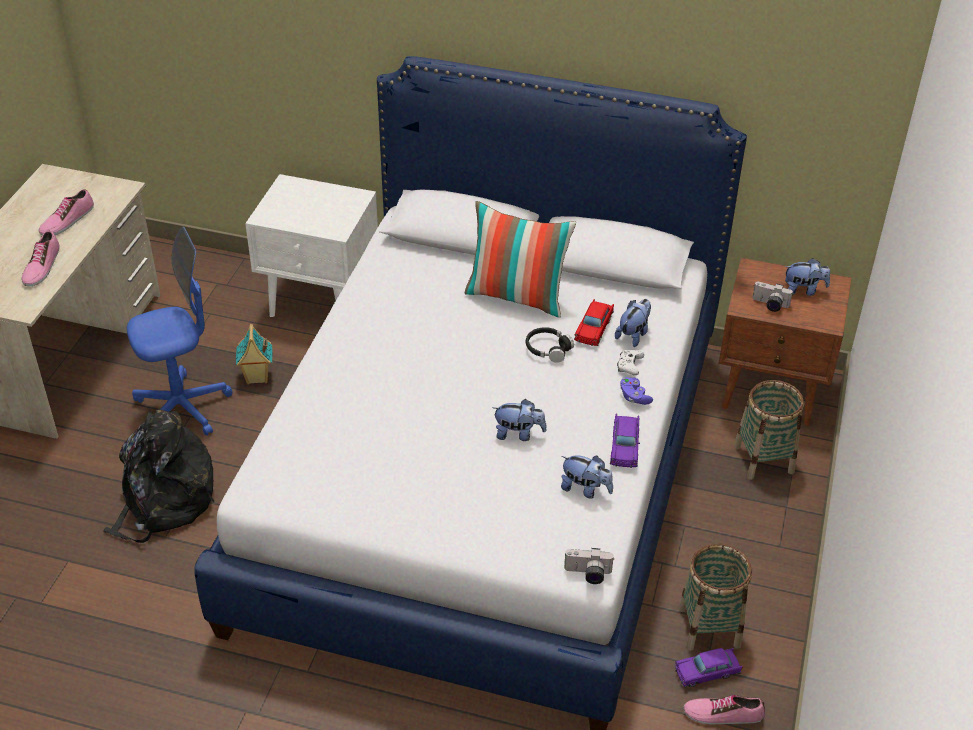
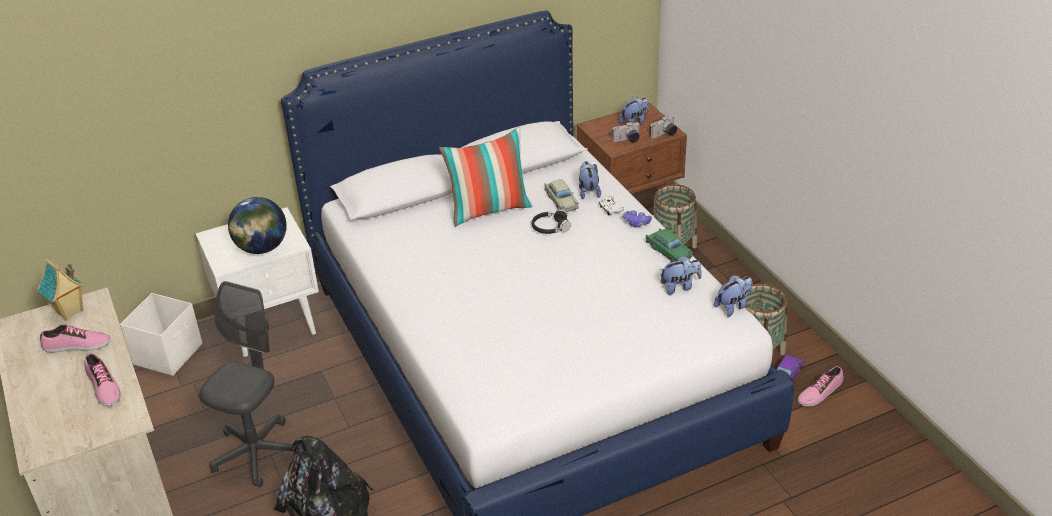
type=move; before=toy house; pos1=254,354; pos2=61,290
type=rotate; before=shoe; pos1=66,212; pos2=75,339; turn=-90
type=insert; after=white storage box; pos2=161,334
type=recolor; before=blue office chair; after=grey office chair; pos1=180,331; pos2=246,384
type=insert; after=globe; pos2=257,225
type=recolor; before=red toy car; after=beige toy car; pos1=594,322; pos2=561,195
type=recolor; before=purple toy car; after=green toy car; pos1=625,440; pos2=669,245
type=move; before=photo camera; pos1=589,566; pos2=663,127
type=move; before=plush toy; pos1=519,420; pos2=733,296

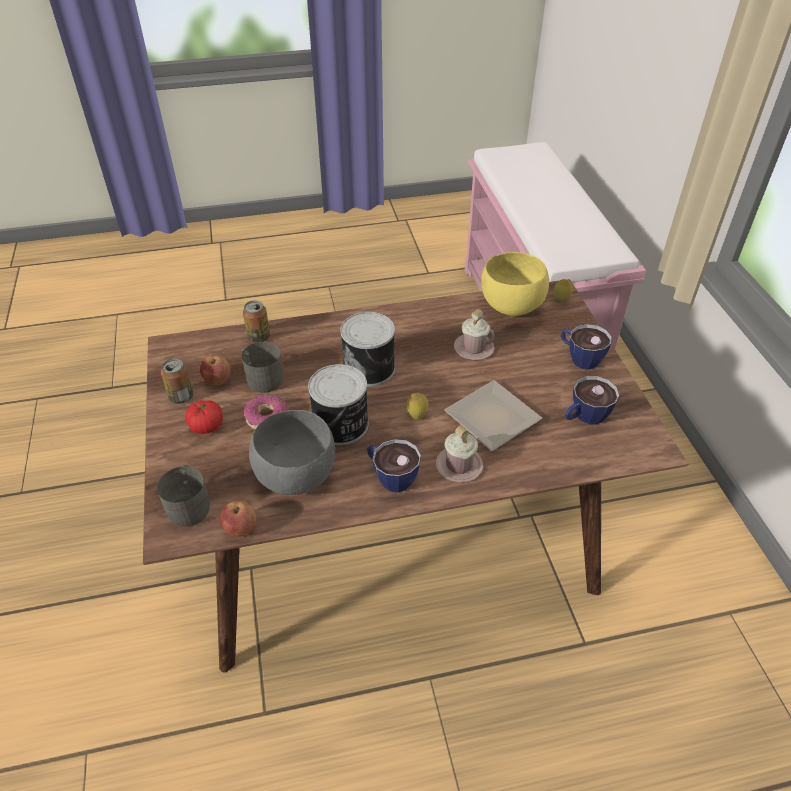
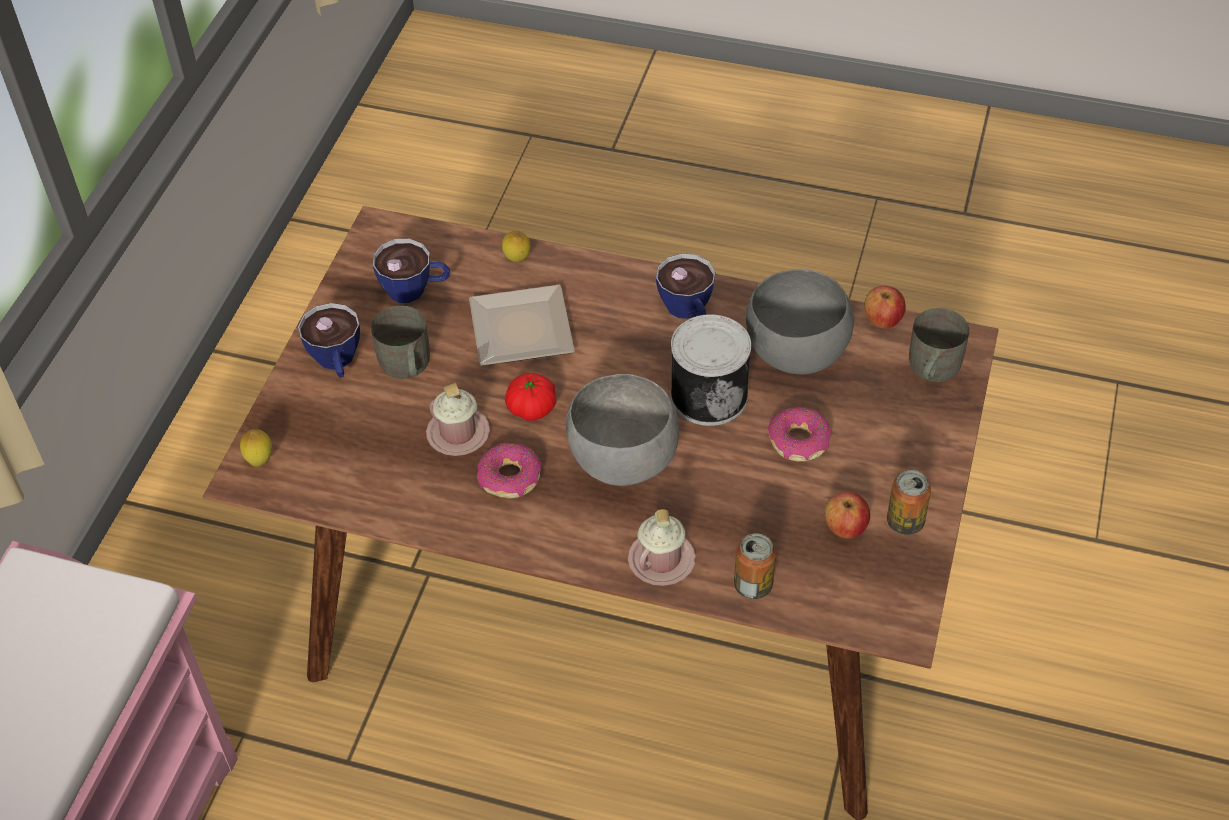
type=move; before=grey mug; pos1=262,367; pos2=400,342
type=insert; after=donut; pos2=509,471
type=move; before=lemon; pos1=417,406; pos2=516,246
type=move; before=tomato; pos1=204,417; pos2=530,397
type=replace; before=can; after=grey bowl; pos1=367,349; pos2=622,430
type=move; before=pink mug; pos1=459,454; pos2=662,547
type=delete; before=yellow bowl; pos1=515,284

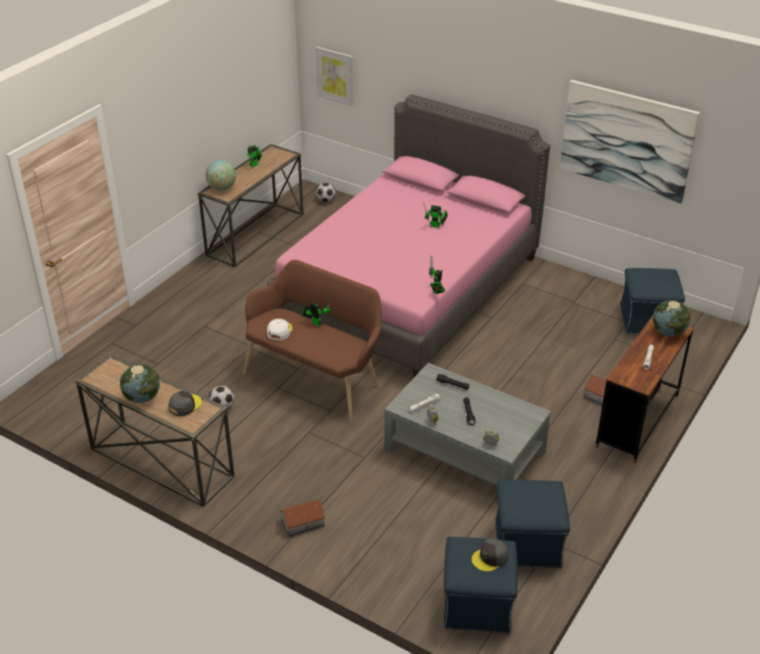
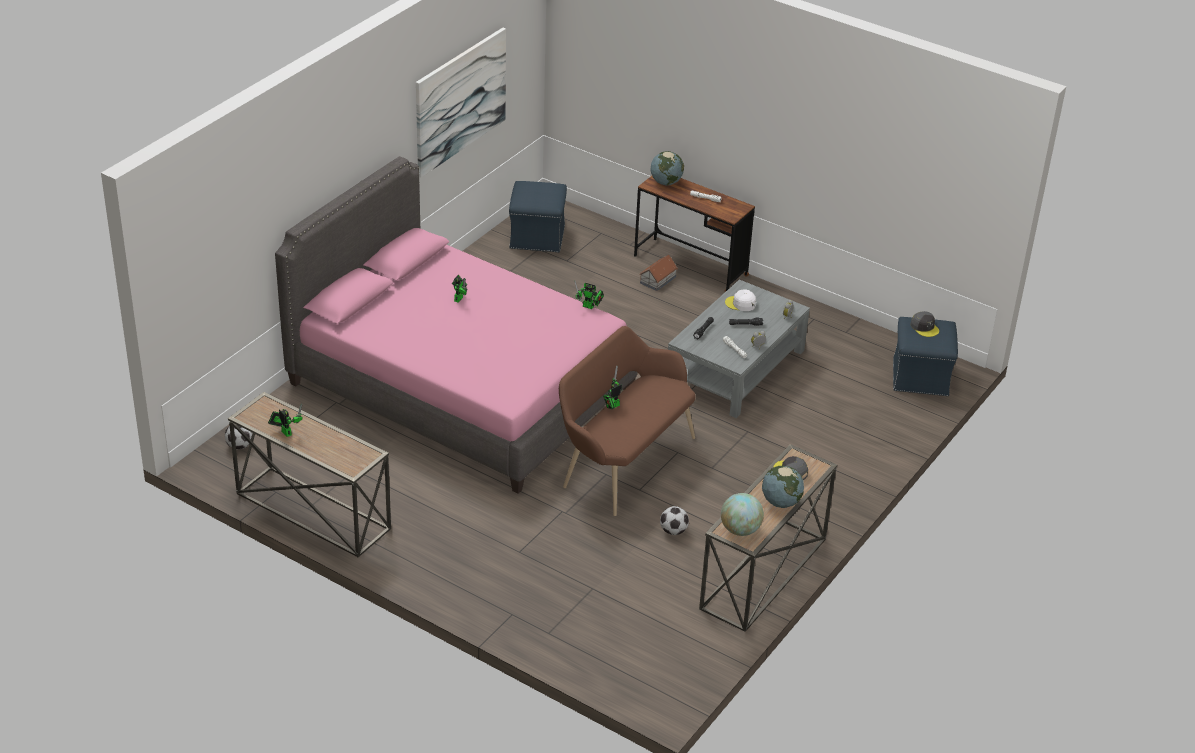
type=move; before=globe; pos1=221,175; pos2=742,514
type=move; before=white cap; pos1=280,329; pos2=740,300
type=delete; before=toy house; pos1=302,518
type=delete; before=picture; pos1=335,76
type=delete; before=blue ottoman; pos1=532,524

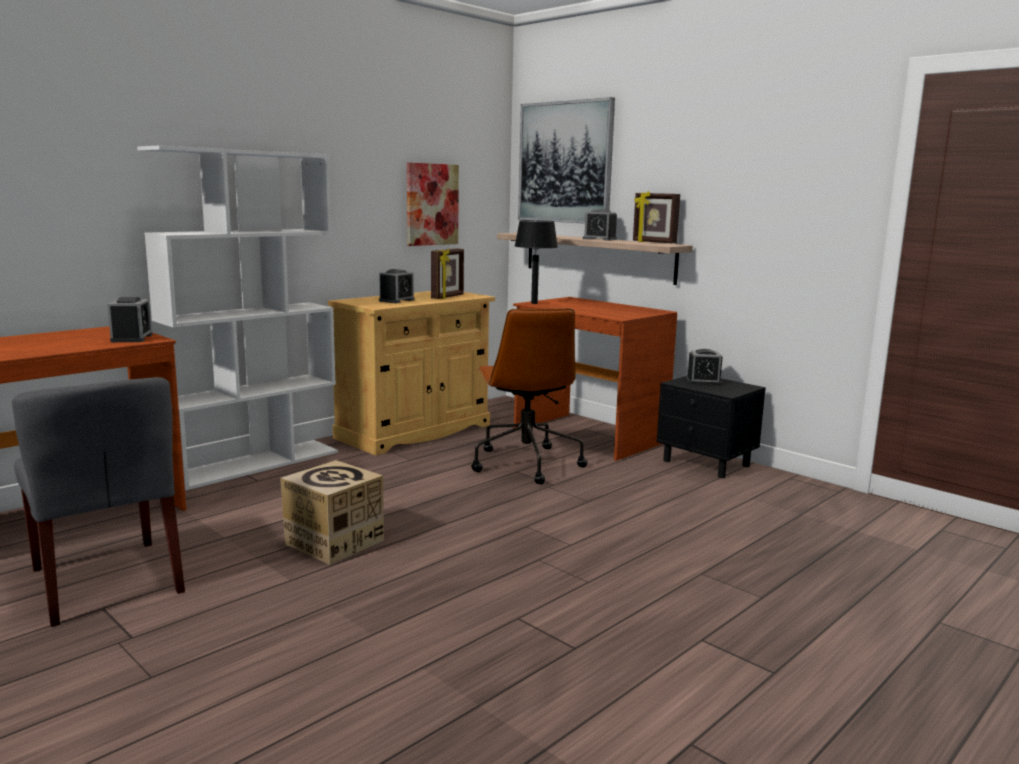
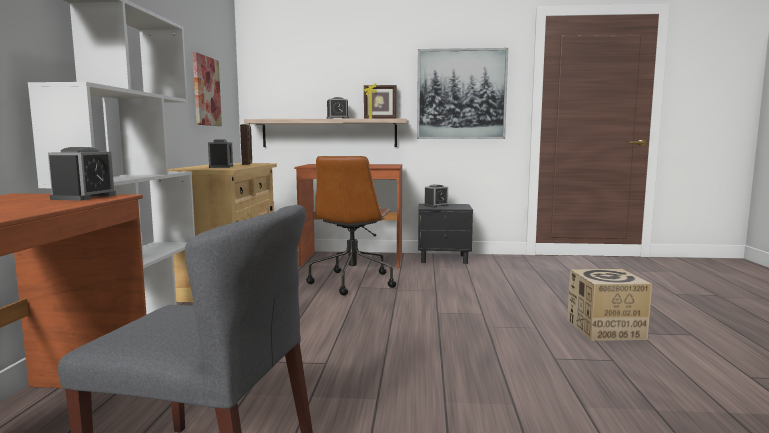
type=rotate; before=alarm clock; pos1=130,319; pos2=82,174; turn=60
type=rotate; before=brown office chair; pos1=529,396; pos2=351,225; turn=60
type=move; before=picture; pos1=566,160; pos2=462,93
type=move; before=cardboard box; pos1=332,512; pos2=609,305
type=delete; before=black table lamp; pos1=536,262

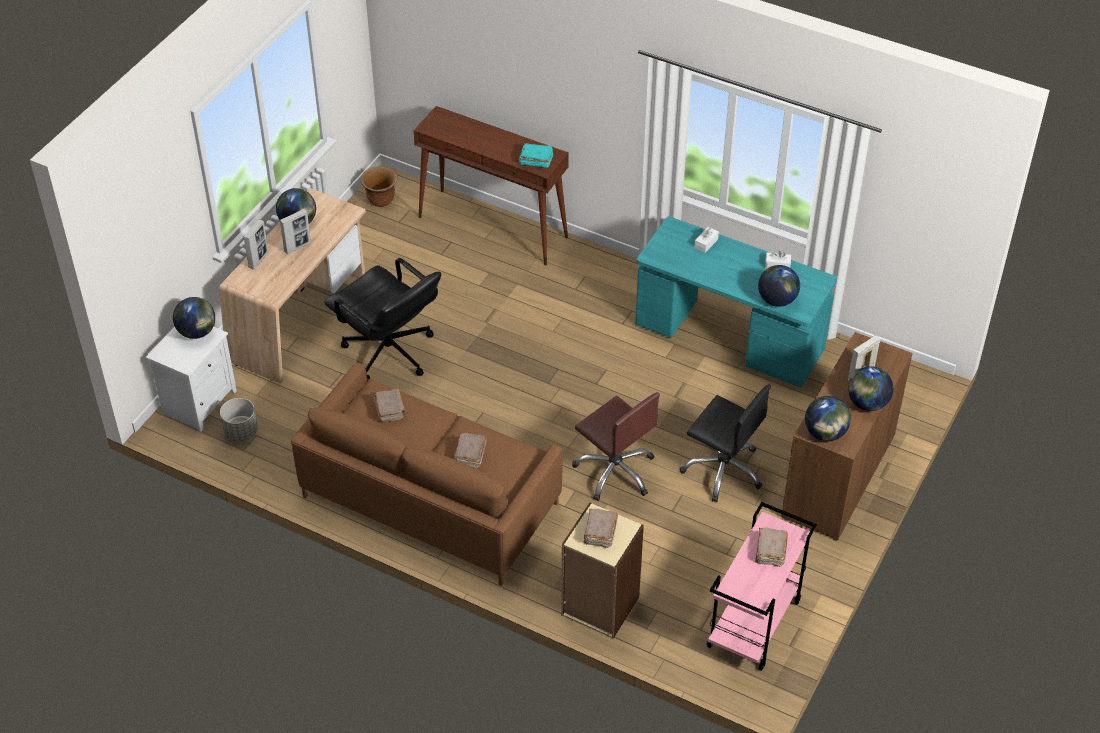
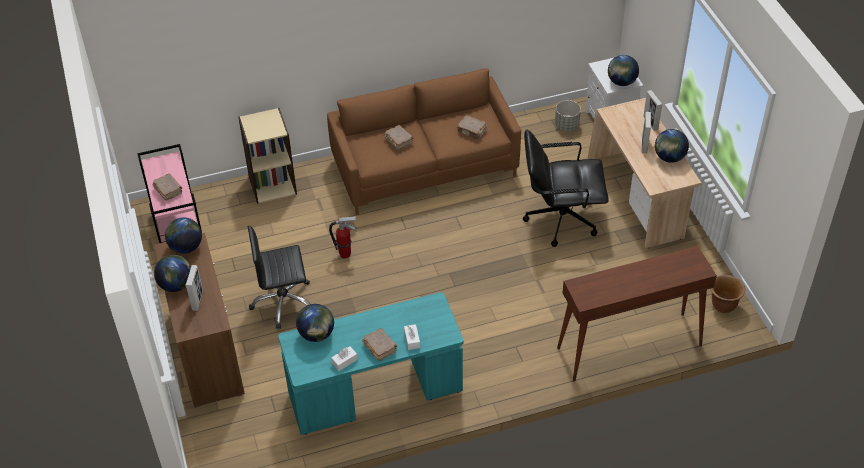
type=replace; before=brown office chair; after=fire extinguisher; pos1=616,446; pos2=343,237
type=move; before=brown book; pos1=601,528; pos2=379,344
type=delete; before=turquoise book; pos1=536,155

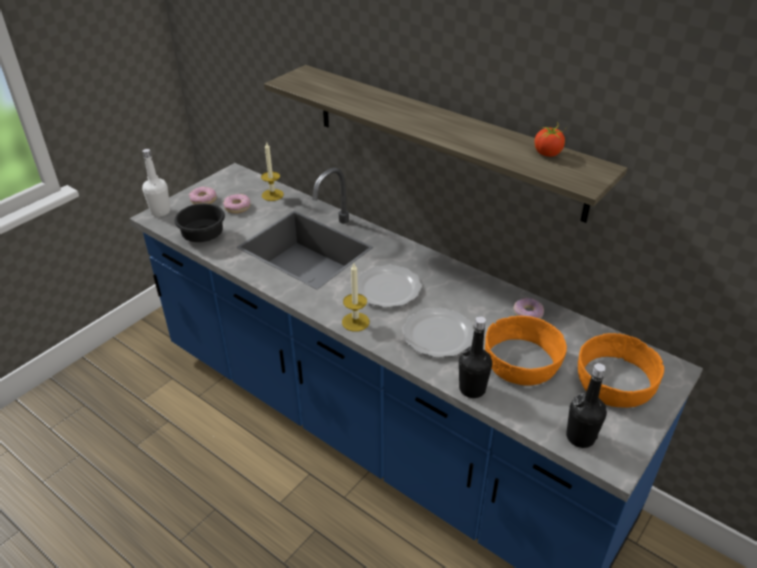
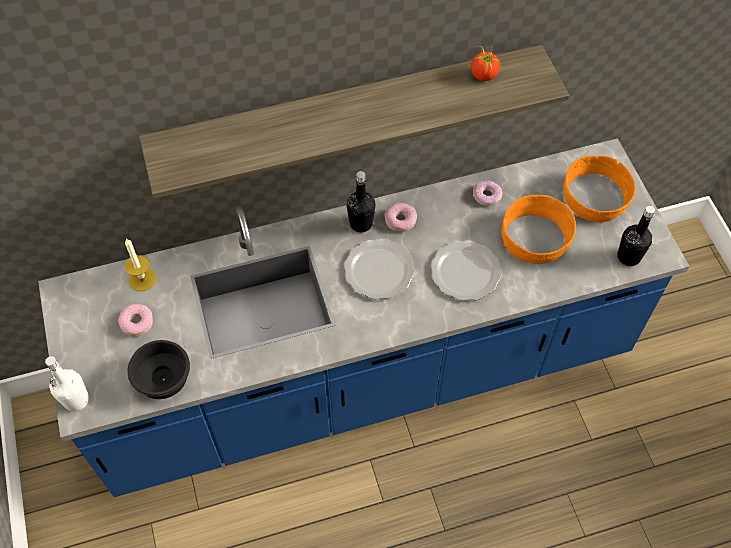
type=move; before=black bottle; pos1=475,357; pos2=361,202
type=move; before=donut; pos1=203,195; pos2=401,217
type=delete; before=candle; pos1=356,297

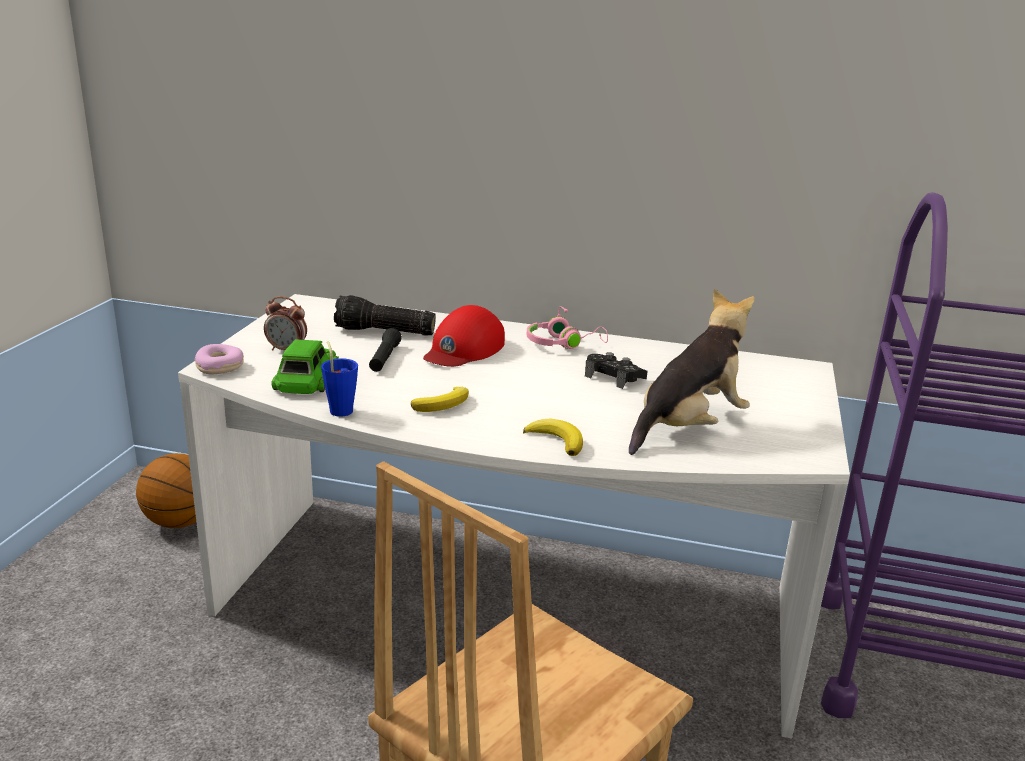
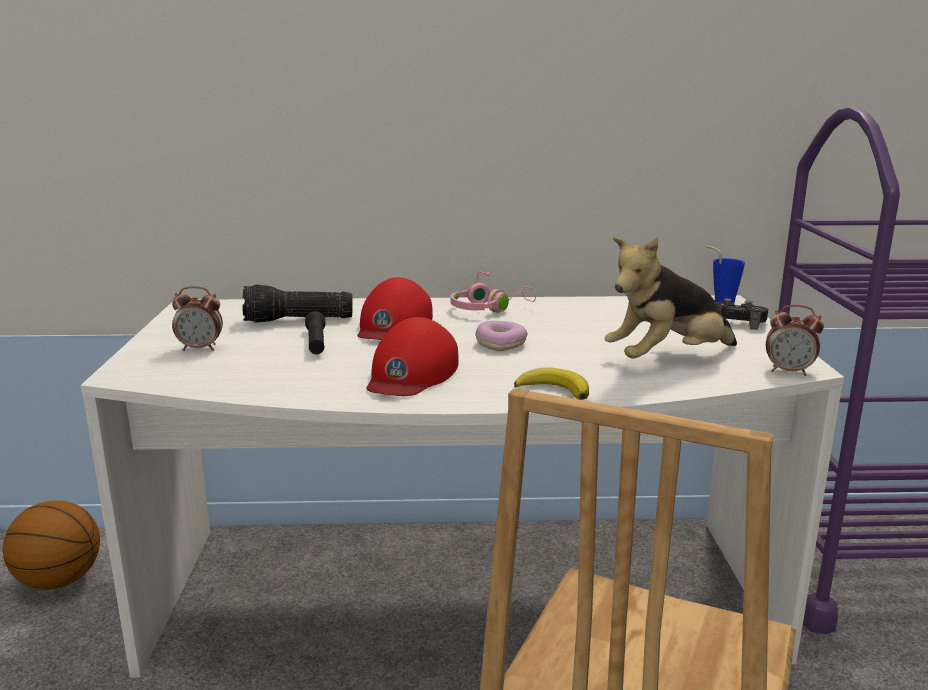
type=replace; before=banana; after=red cap; pos1=440,399; pos2=412,356
type=move; before=donut; pos1=219,359; pos2=501,336
type=rotate; before=plush toy; pos1=692,372; pos2=670,297; turn=-150
type=move; before=blue cup; pos1=339,379; pos2=725,274
type=move; before=black game controller; pos1=616,370; pos2=742,314
type=insert; after=alarm clock; pos2=795,340
type=delete; before=green toy car; pos1=305,366

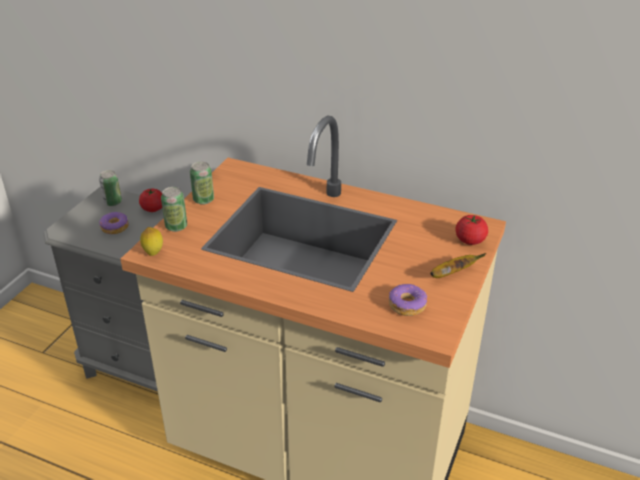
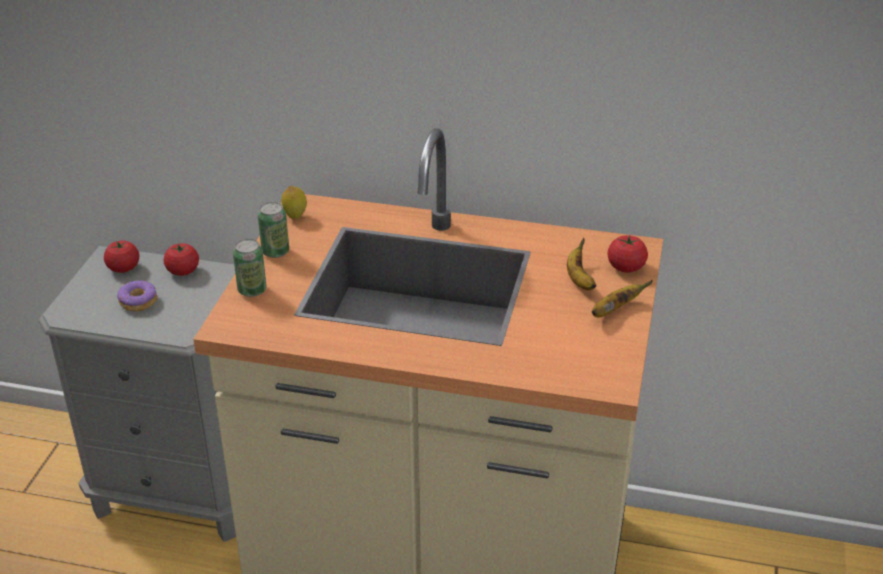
type=replace; before=can; after=tomato; pos1=110,188; pos2=122,257
type=move; before=lemon; pos1=151,241; pos2=294,202
type=insert; after=banana; pos2=581,264
type=delete; before=donut; pos1=408,300

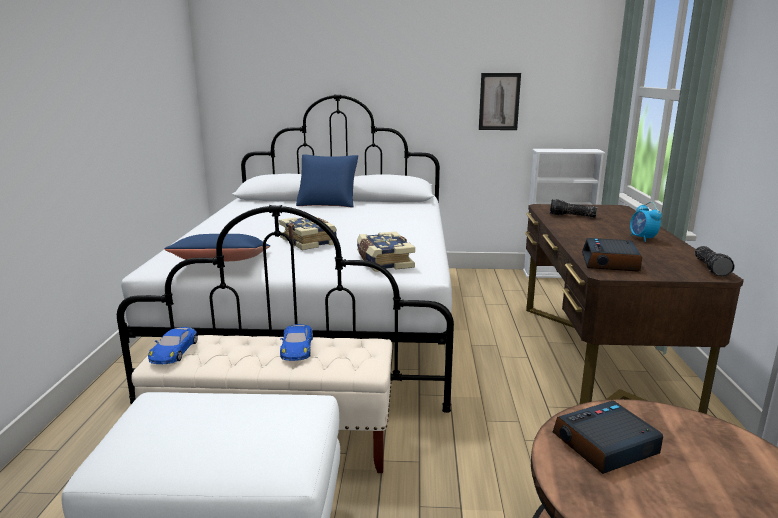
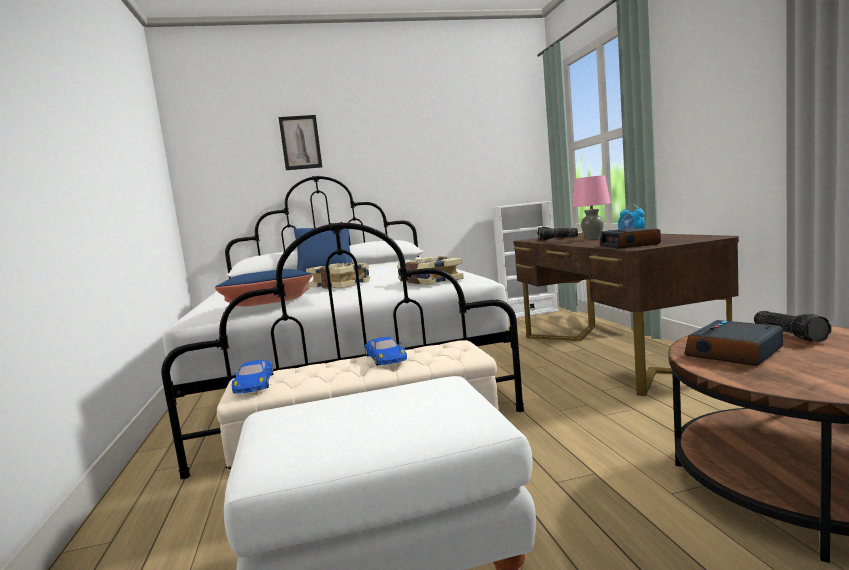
type=move; before=picture; pos1=500,101; pos2=300,142
type=insert; after=pink table lamp; pos2=591,207
type=move; before=flashlight; pos1=715,261; pos2=793,326

